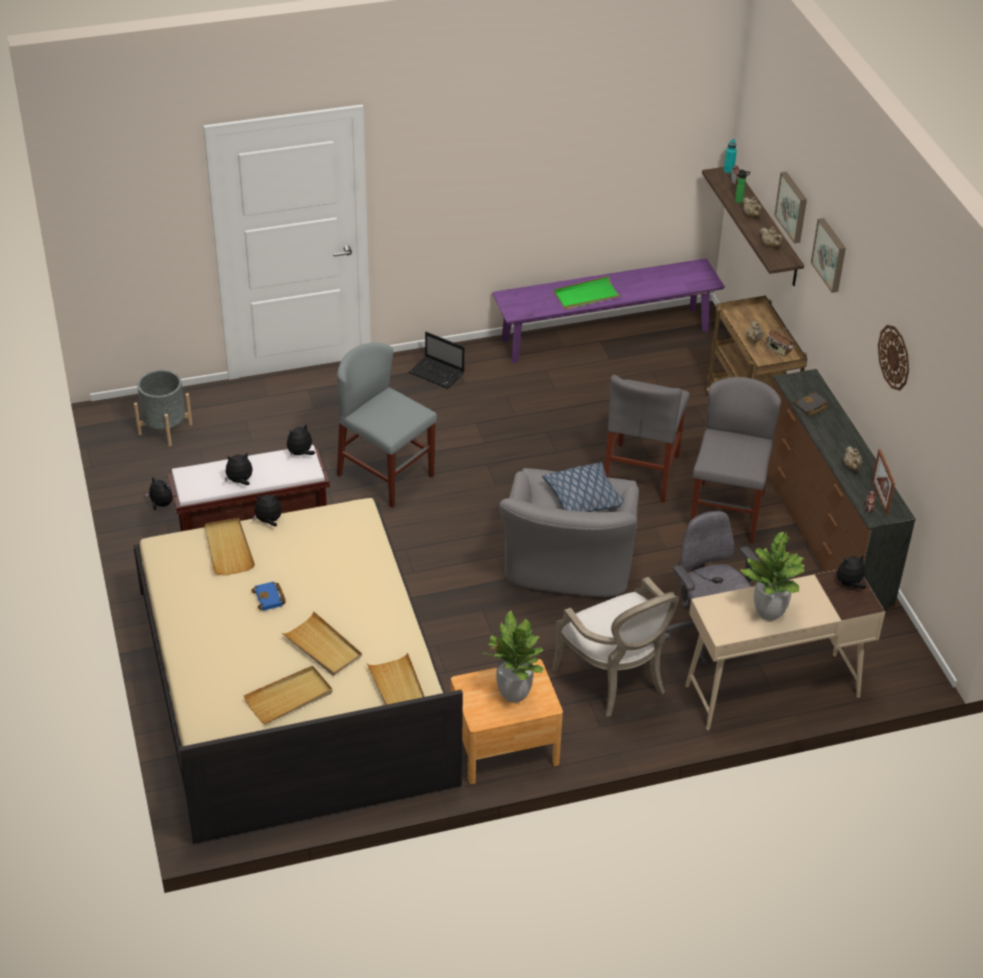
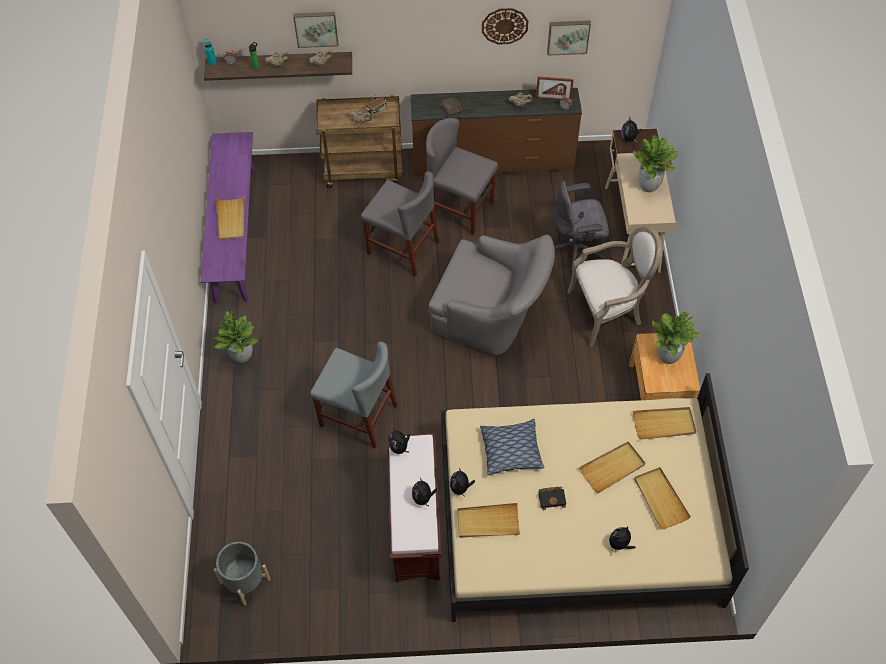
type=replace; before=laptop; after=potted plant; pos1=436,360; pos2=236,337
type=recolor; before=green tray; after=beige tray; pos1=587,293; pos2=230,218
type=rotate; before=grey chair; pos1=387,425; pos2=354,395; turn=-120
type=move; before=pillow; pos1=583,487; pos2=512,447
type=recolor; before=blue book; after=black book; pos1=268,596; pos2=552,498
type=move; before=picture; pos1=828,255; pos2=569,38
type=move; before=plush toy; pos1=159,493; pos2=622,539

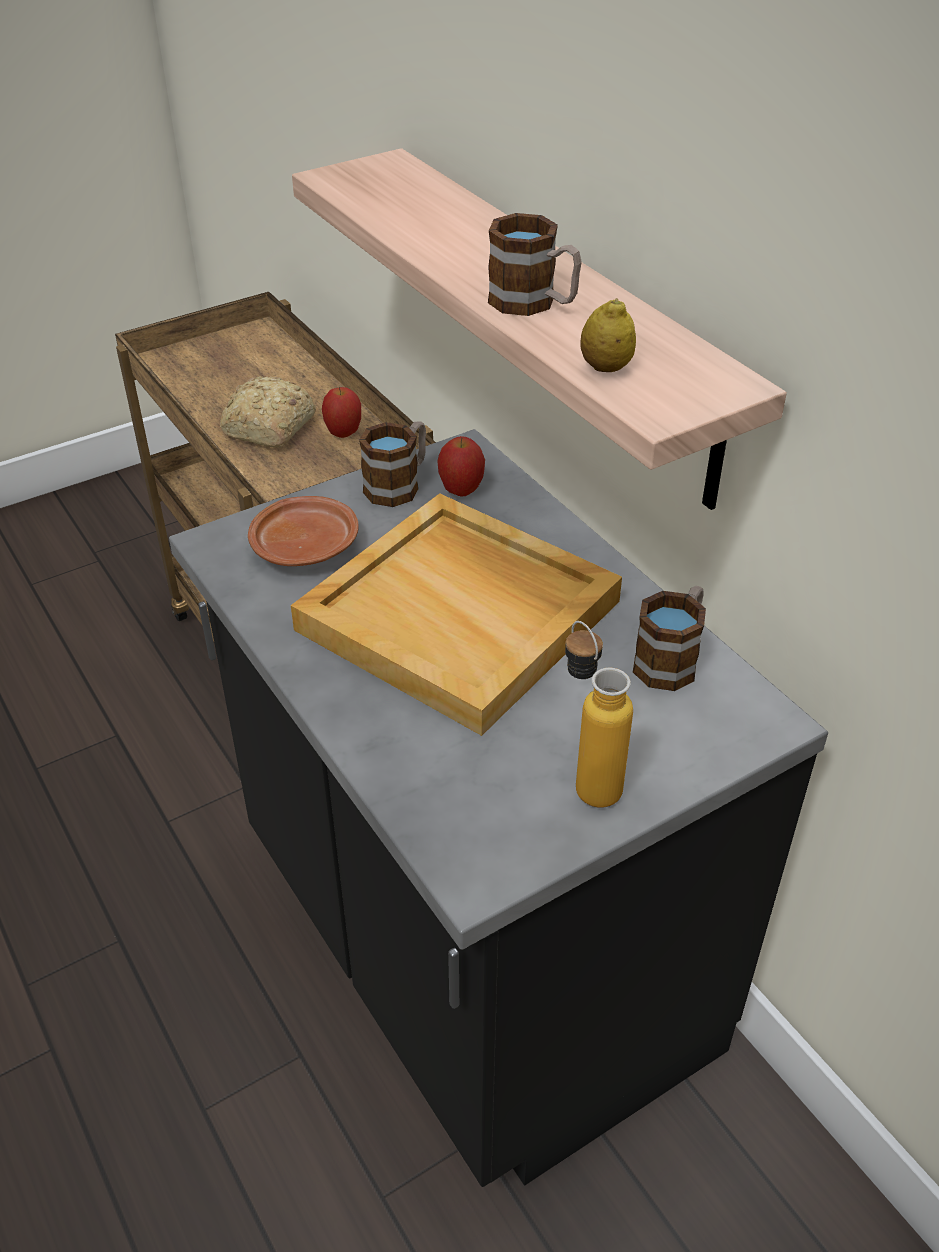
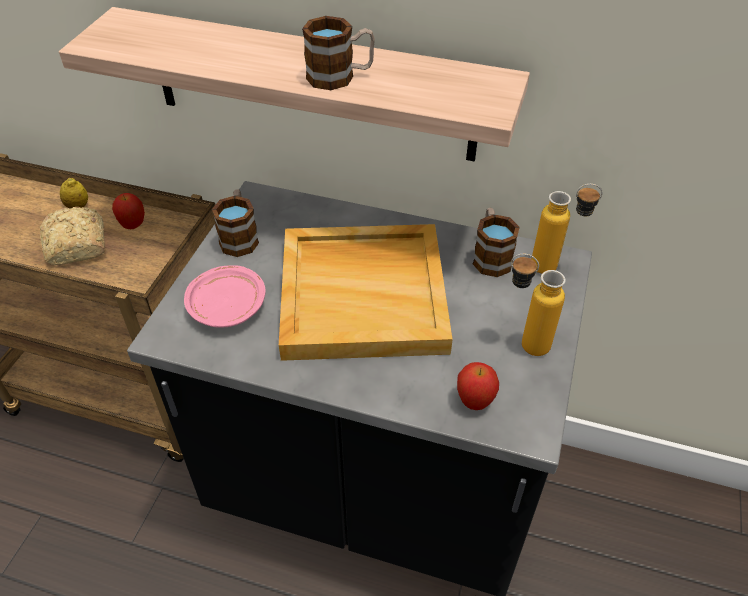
type=move; before=lemon; pos1=608,335; pos2=74,193
type=recolor; before=brown plate; after=pink plate; pos1=303,531; pos2=225,296
type=move; before=apple; pos1=461,466; pos2=478,386
type=insert; after=bottle; pos2=567,229

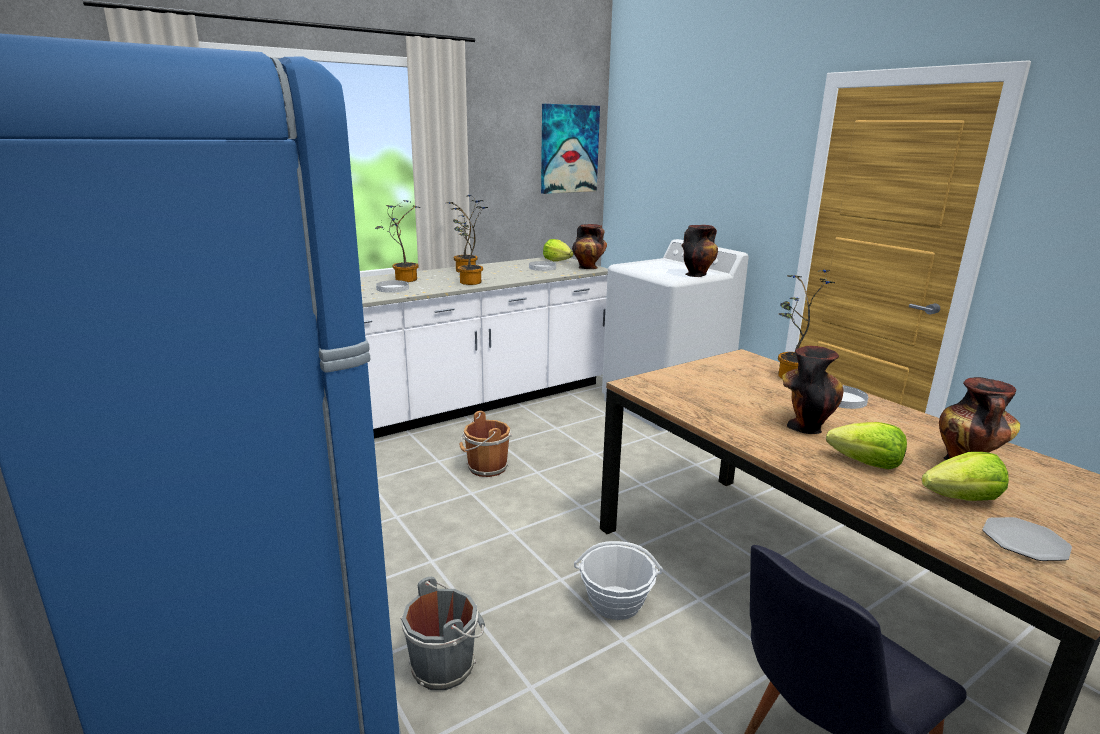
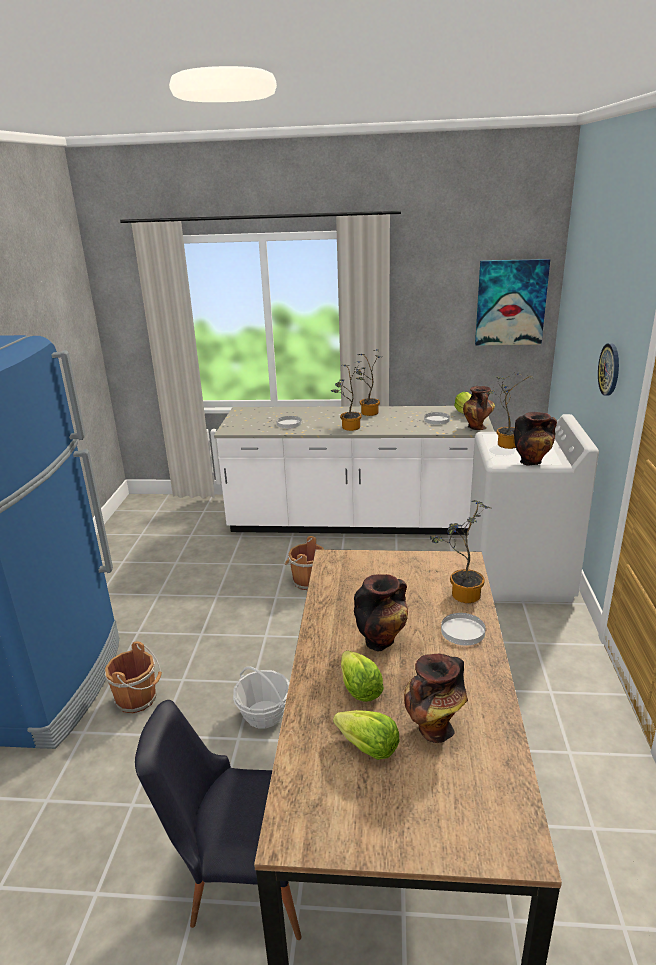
type=recolor; before=grey bucket; after=brown bucket; pos1=442,633; pos2=133,677
type=move; before=potted plant; pos1=398,241; pos2=511,411
type=insert; after=wall clock; pos2=608,369
type=delete; before=plate; pos1=1027,539

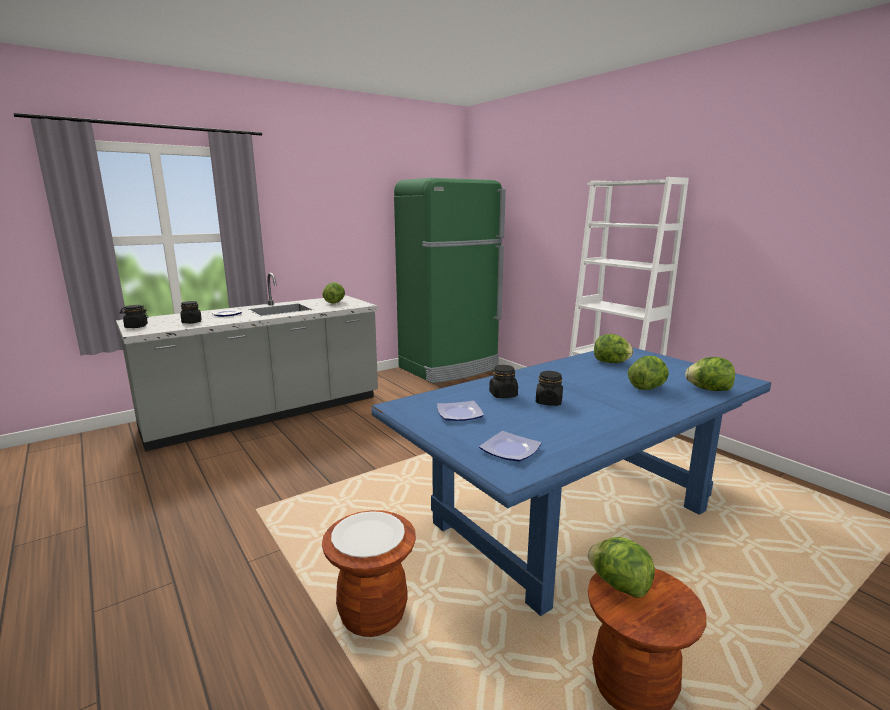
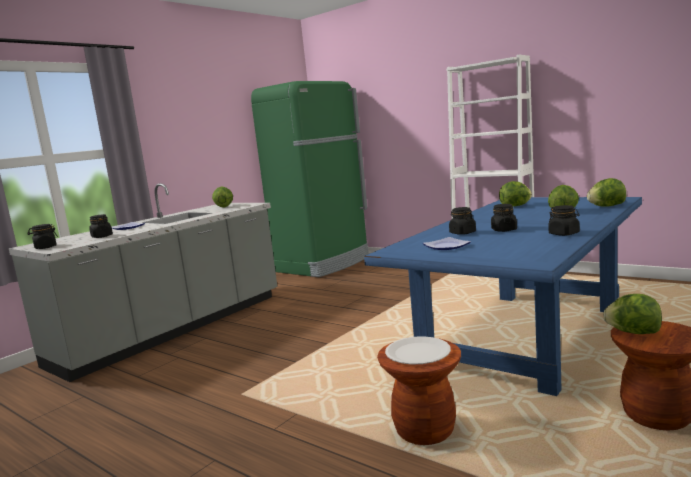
type=insert; after=black jar; pos2=564,220
type=delete; before=plate; pos1=510,446

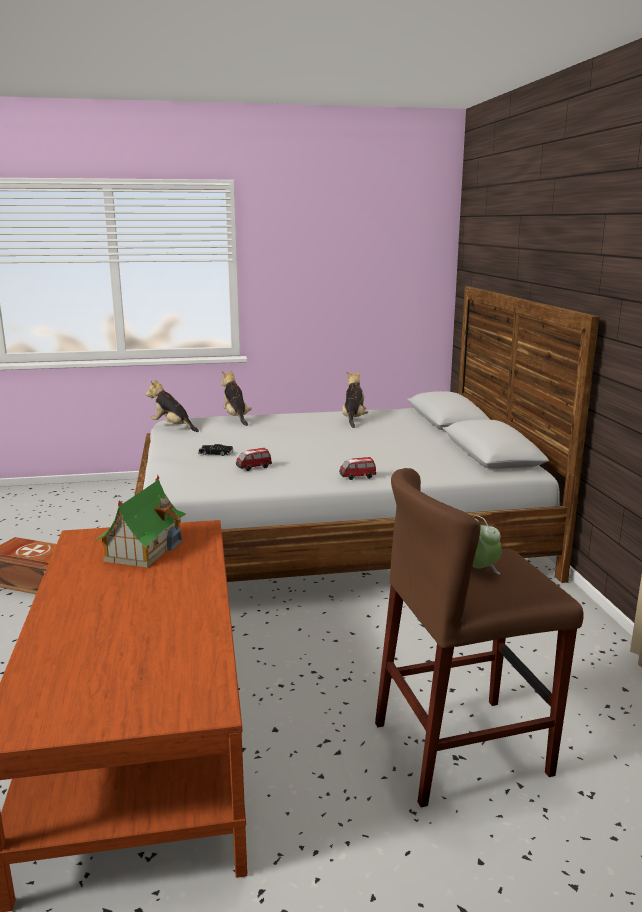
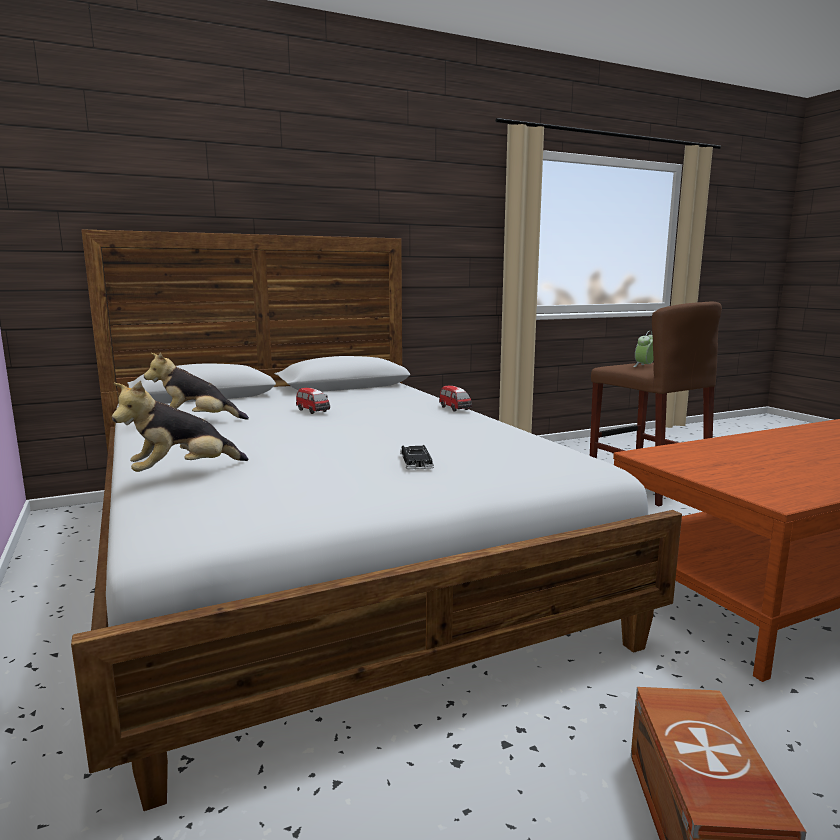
type=move; before=toy car; pos1=254,459; pos2=313,401
type=delete; before=toy house; pos1=140,521
type=delete; before=plush toy; pos1=172,405

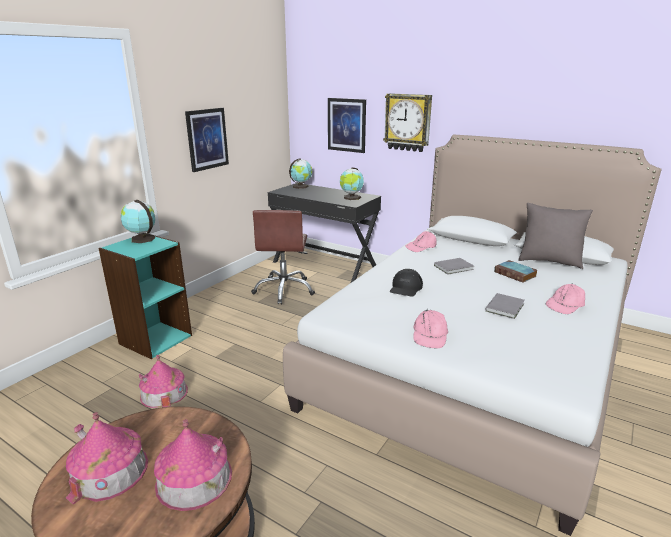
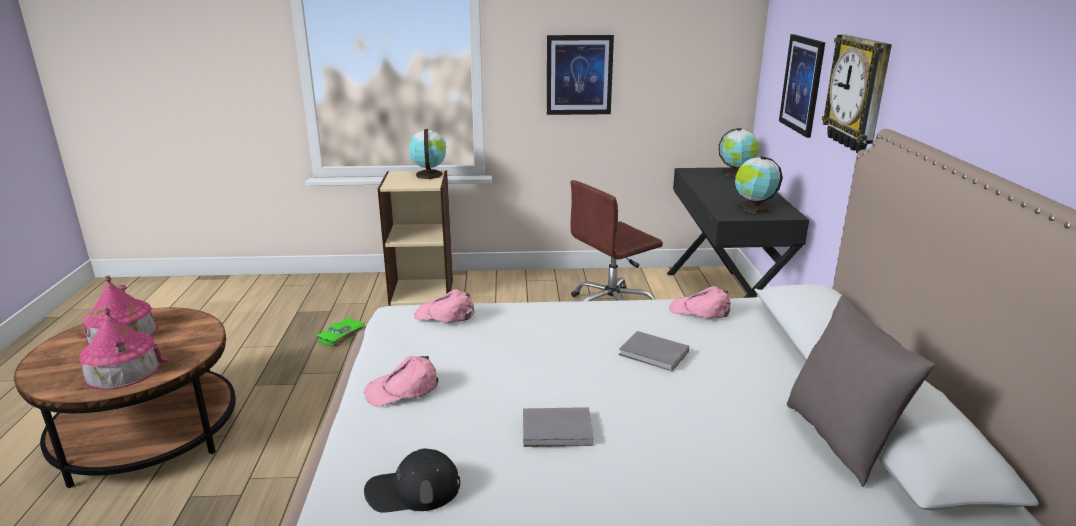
type=replace; before=toy house; after=green toy car; pos1=163,381; pos2=341,331
type=move; before=black cap; pos1=406,282; pos2=412,481
type=recolor; before=turquoise bookcase; after=beige bookcase; pos1=145,296; pos2=415,238
type=move; before=pink cap; pos1=565,298; pos2=444,306
type=delete; before=book; pos1=515,271

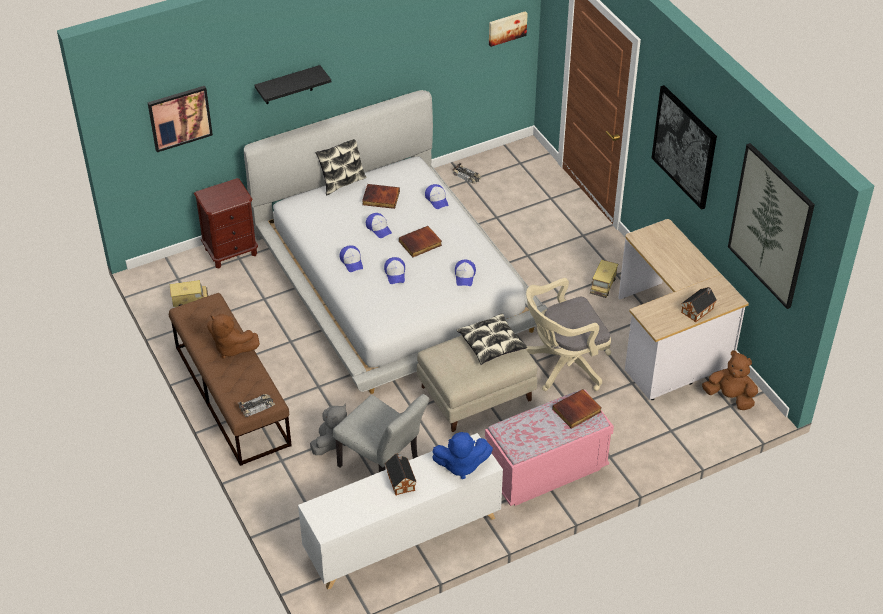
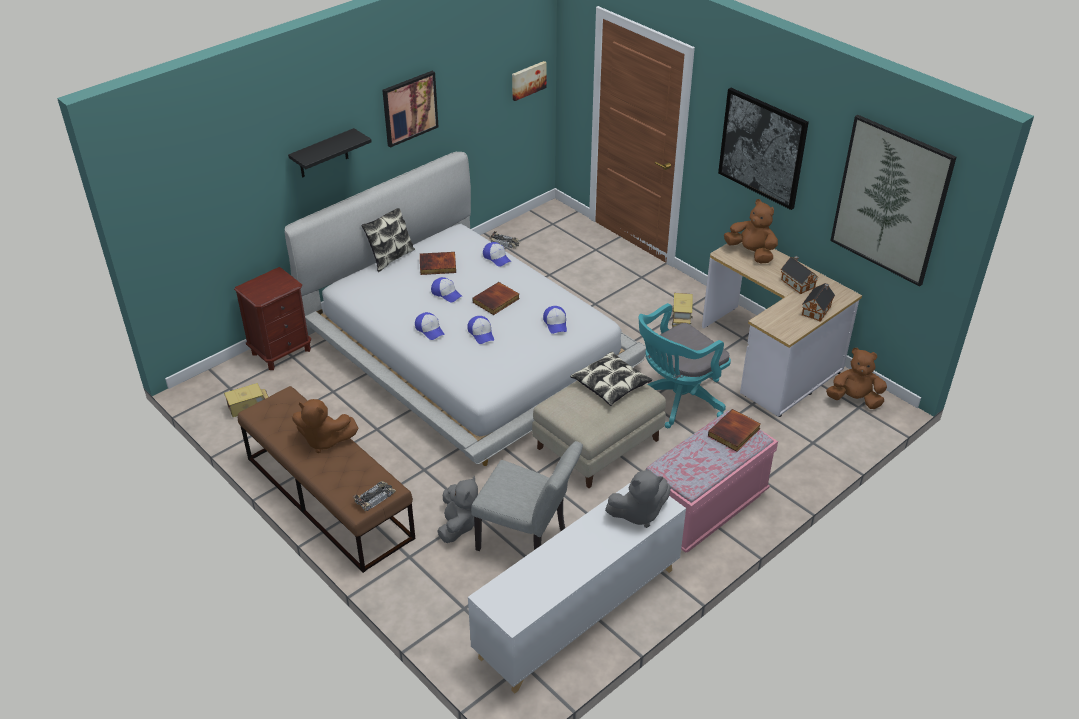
type=move; before=picture; pos1=180,119; pos2=410,109
type=recolor; before=blue plush toy; after=grey plush toy; pos1=462,455; pos2=638,499
type=recolor; before=beige office chair; after=turquoise office chair; pos1=568,334; pos2=685,365
type=insert; after=brown plush toy; pos2=751,231
type=move; before=toy house; pos1=401,475; pos2=800,275

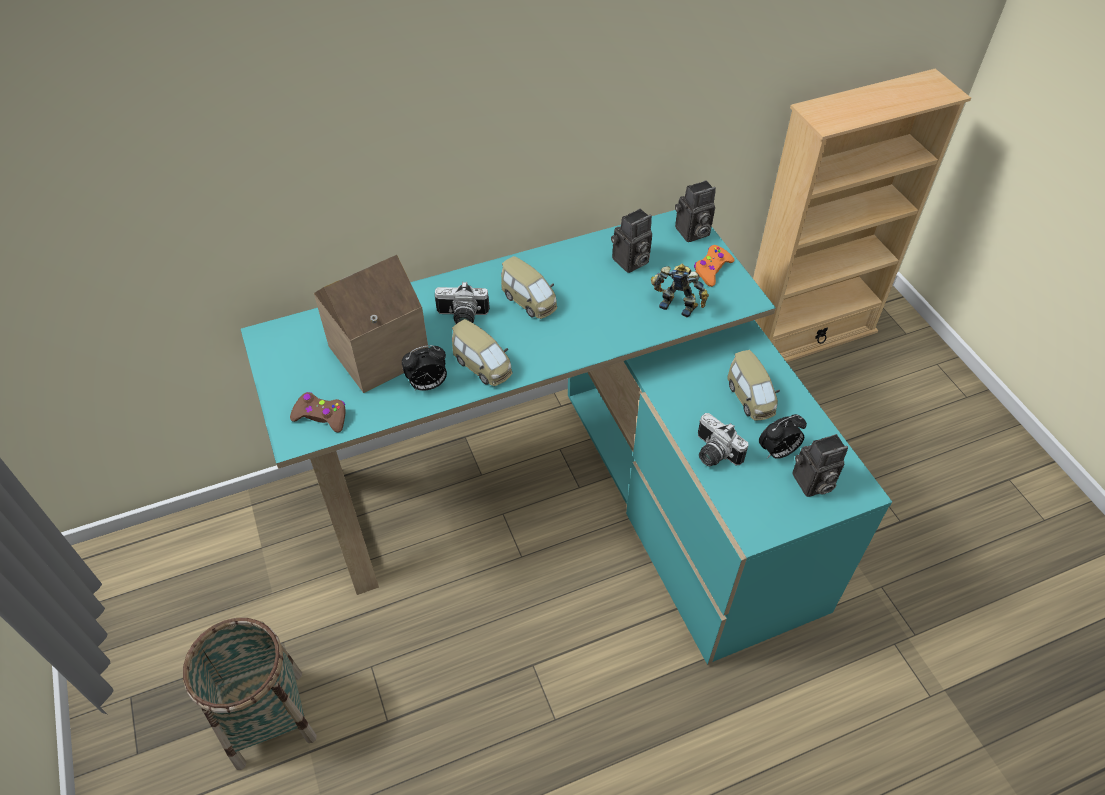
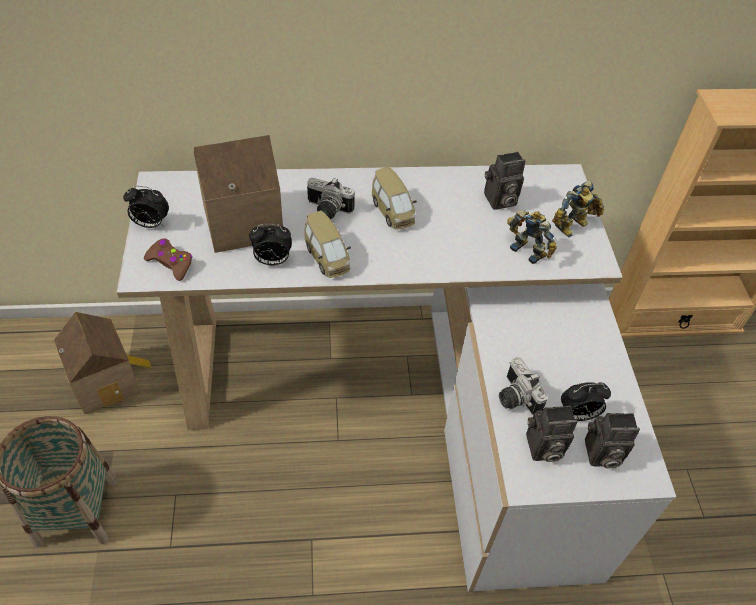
type=insert; after=toy house; pos2=103,363
type=recolor; before=turquoise desk; after=white desk; pos1=566,437; pos2=396,378
type=insert; after=alarm clock; pos2=146,207
type=move; before=photo camera; pos1=695,211; pos2=552,434
type=replace; before=orange game controller; after=toy robot; pos1=714,266; pos2=578,209
type=delete; before=toy car; pos1=754,385

